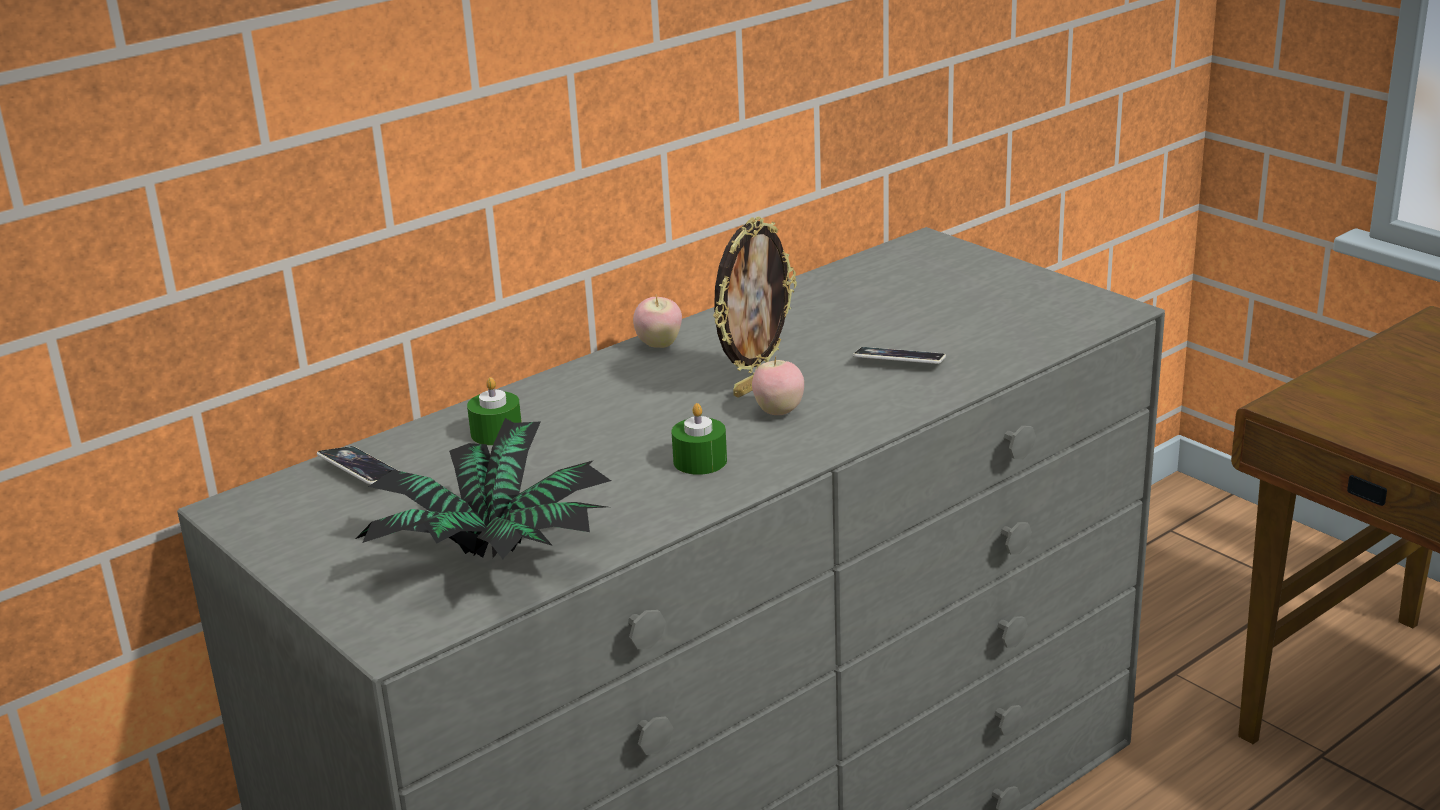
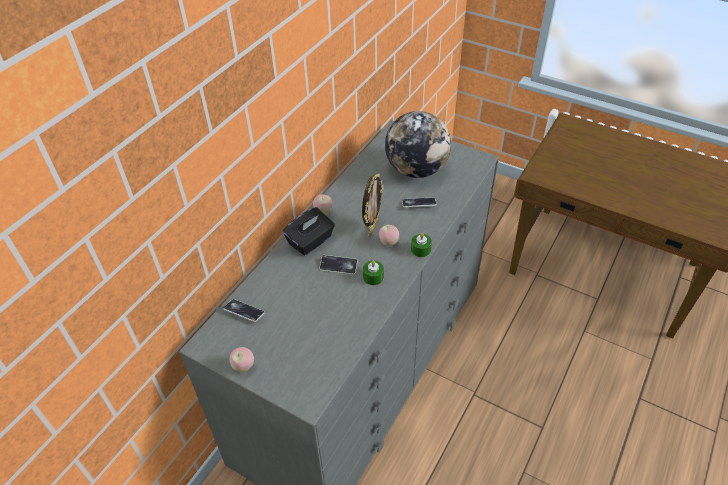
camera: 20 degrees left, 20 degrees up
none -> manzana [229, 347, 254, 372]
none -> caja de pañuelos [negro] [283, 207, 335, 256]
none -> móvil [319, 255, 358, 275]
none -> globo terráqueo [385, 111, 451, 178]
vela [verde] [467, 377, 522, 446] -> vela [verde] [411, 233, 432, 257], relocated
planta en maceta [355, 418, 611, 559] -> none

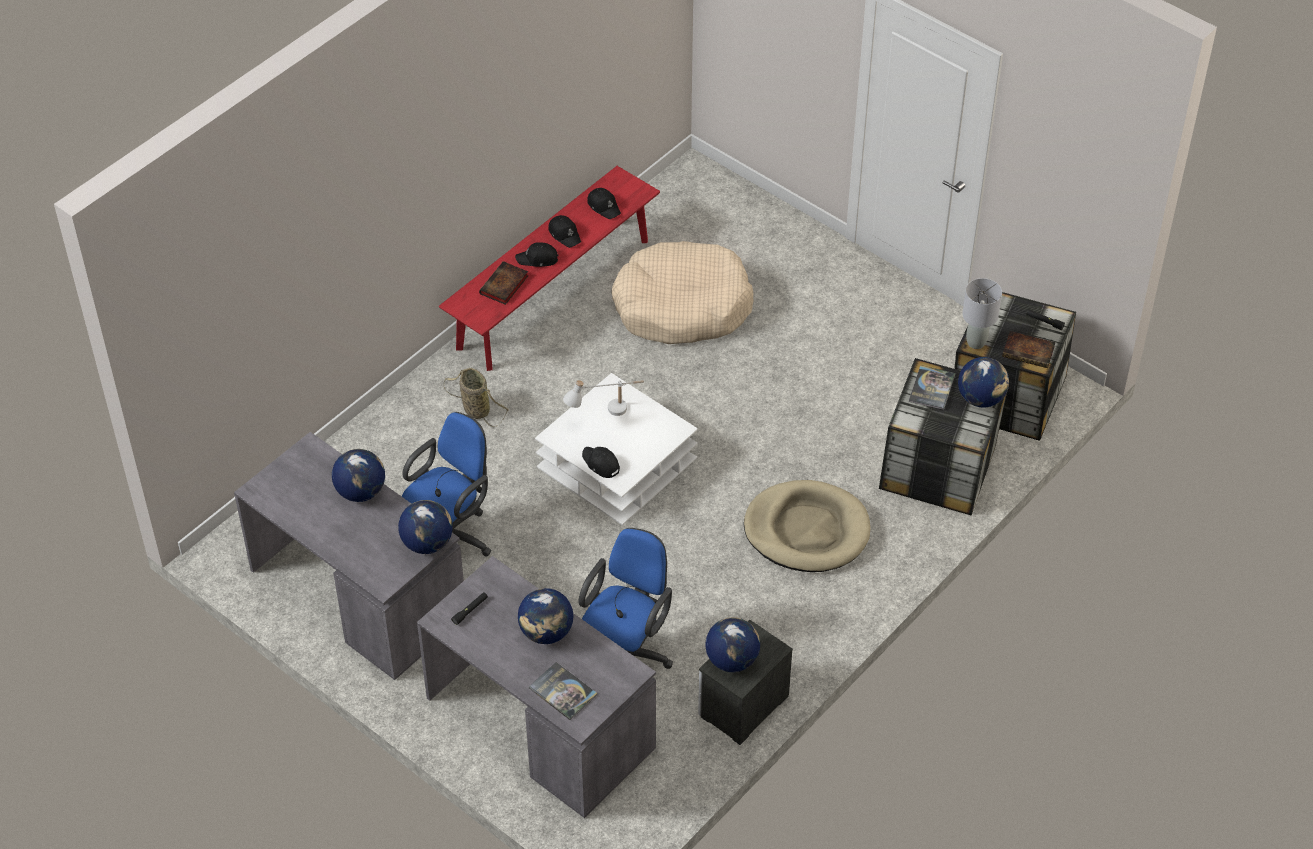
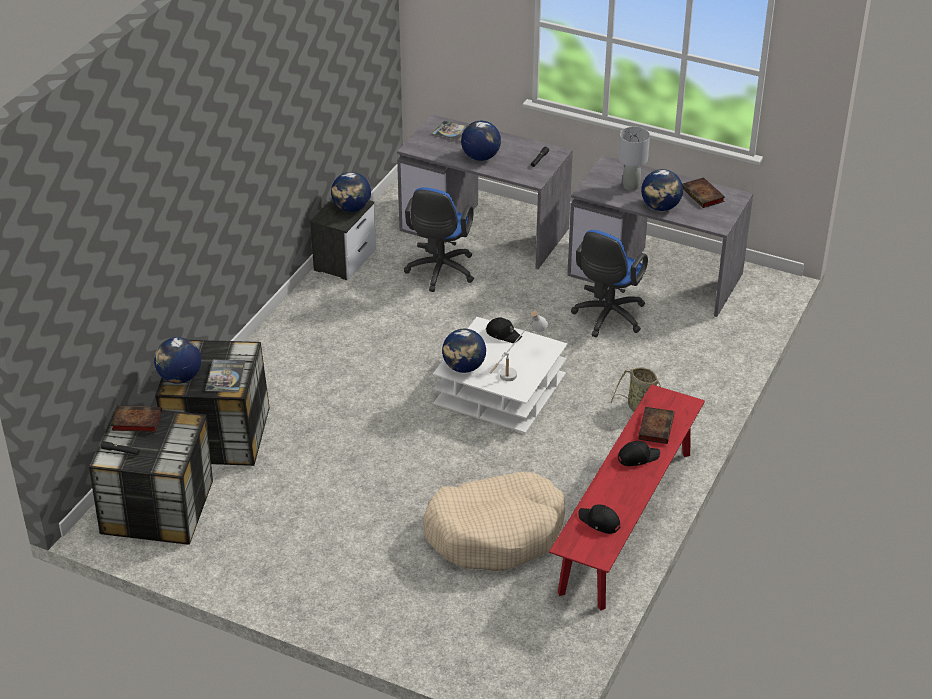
camera: 165 degrees right, 10 degrees down
globo terráqueo [398, 500, 453, 554] -> globo terráqueo [442, 329, 486, 373], relocated
lámpara de mesa [gris] [962, 278, 1002, 349] -> lámpara de mesa [gris] [618, 127, 650, 191], relocated
none -> libro [682, 177, 725, 208]
gorra [negro] [548, 215, 581, 248] -> none
cama para perro [beis] [744, 480, 870, 572] -> none

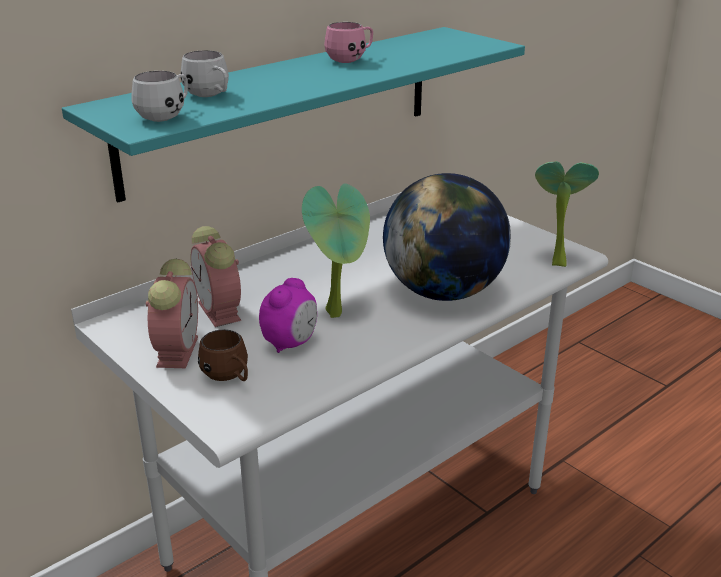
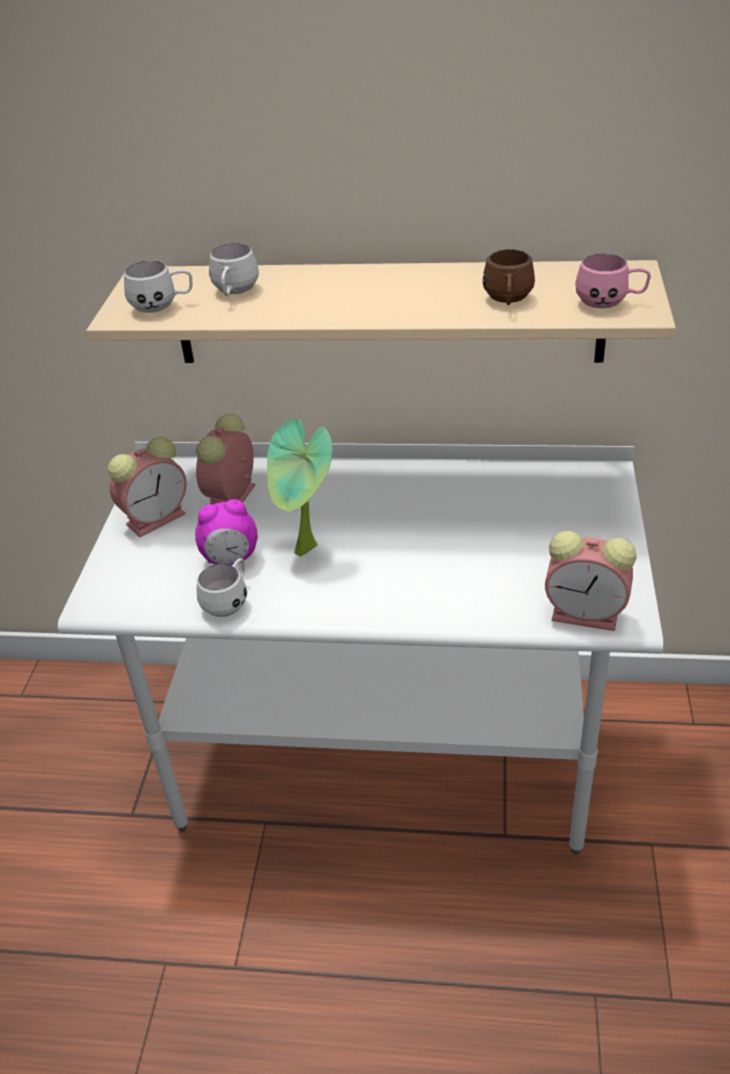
camera: 50 degrees right, 10 degrees up
estante [turquesa] [62, 27, 525, 202] -> estante [beis] [86, 260, 676, 363]
none -> taza grande [blanco] [197, 558, 247, 617]
taza grande [marrón] [198, 329, 248, 381] -> taza grande [marrón] [483, 249, 535, 305], relocated
planta en maceta [535, 161, 599, 267] -> despertador [545, 531, 636, 631]
taza grande [rosa] [324, 22, 373, 63] -> taza grande [rosa] [575, 253, 651, 308], relocated
globo terráqueo [383, 173, 511, 301] -> none

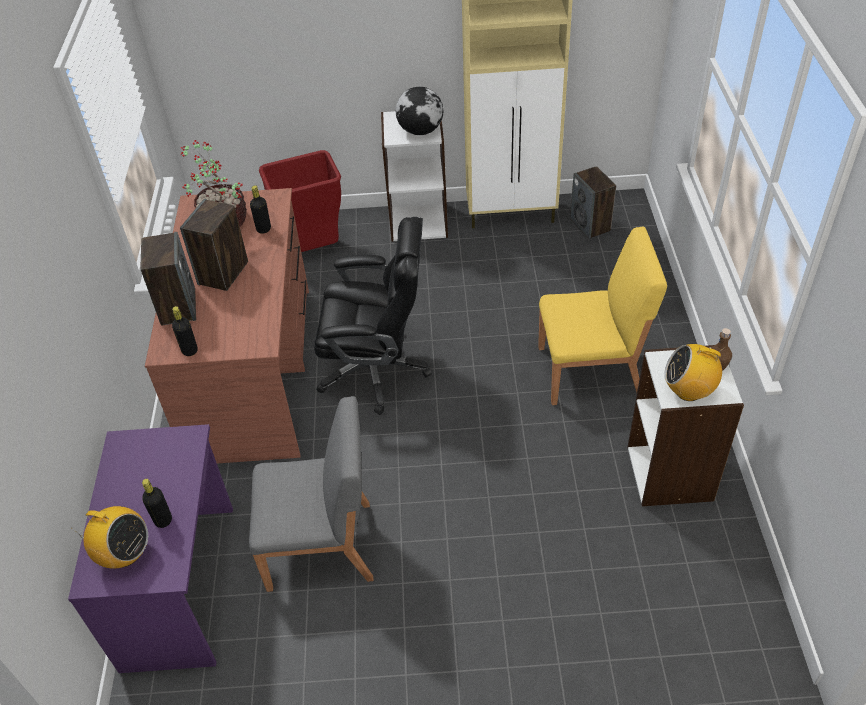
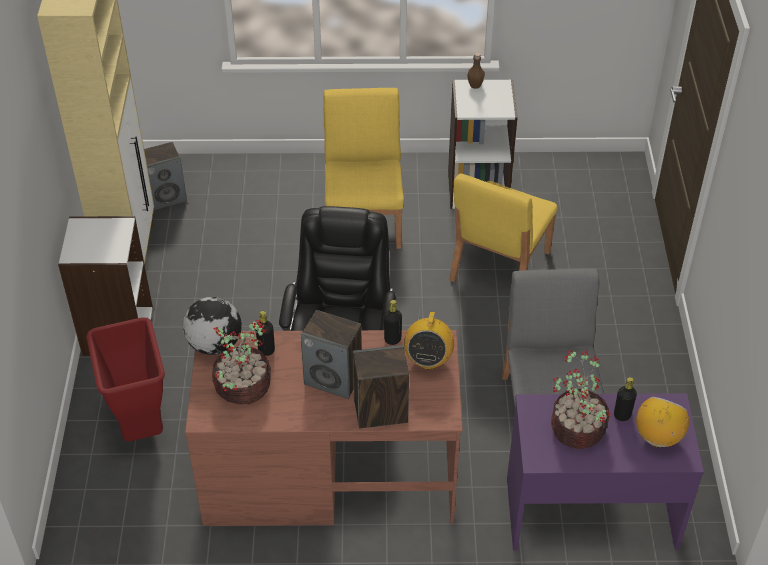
camera: 90 degrees left, 0 degrees up
globo terráqueo [396, 87, 443, 135] -> globo terráqueo [183, 297, 242, 355], relocated
botella [negro] [172, 306, 198, 356] -> botella [negro] [384, 300, 402, 345], relocated
radio [664, 344, 726, 401] -> radio [404, 308, 454, 370], relocated
none -> silla [amarillo] [450, 173, 557, 282]
none -> planta en maceta [551, 351, 611, 449]

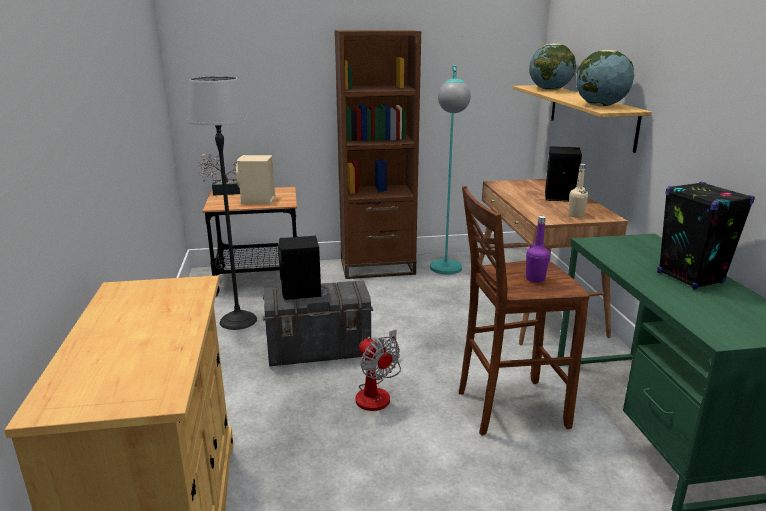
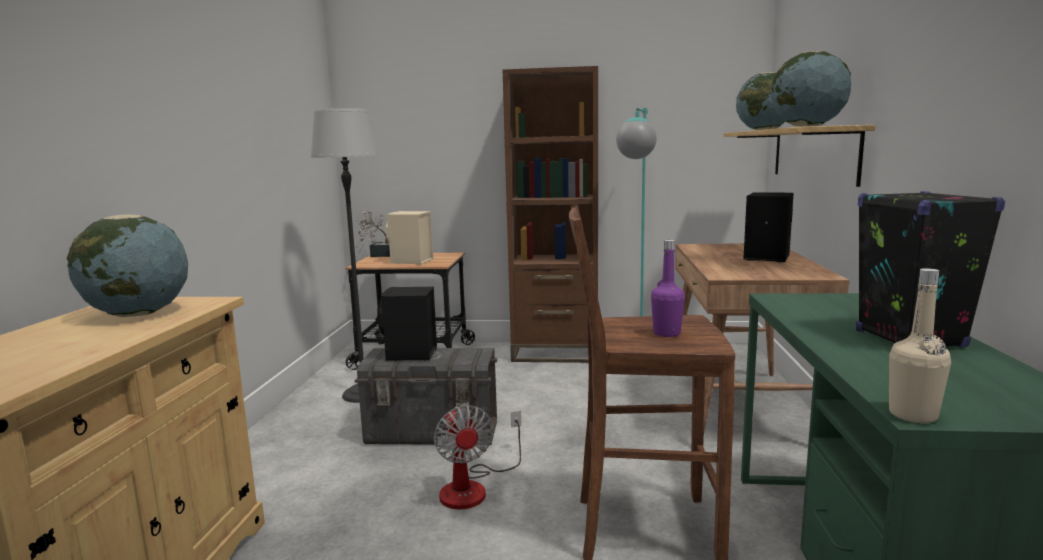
camera: 15 degrees right, 10 degrees down
none -> globo terráqueo [67, 214, 188, 317]
botella [beis] [569, 164, 588, 218] -> botella [beis] [889, 268, 951, 423], relocated

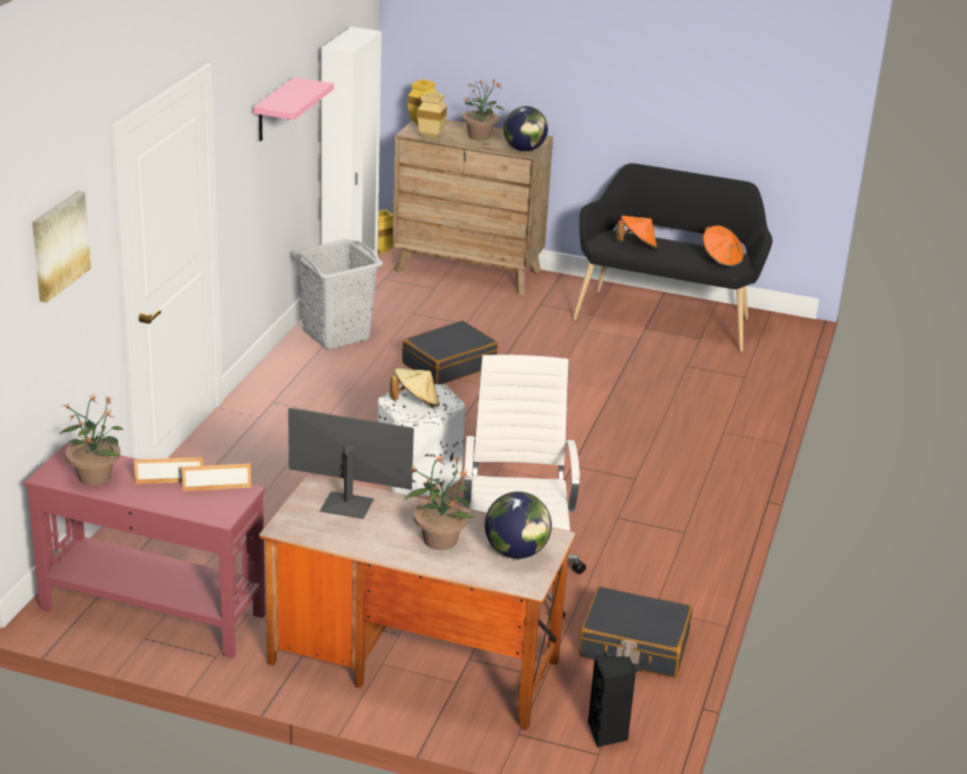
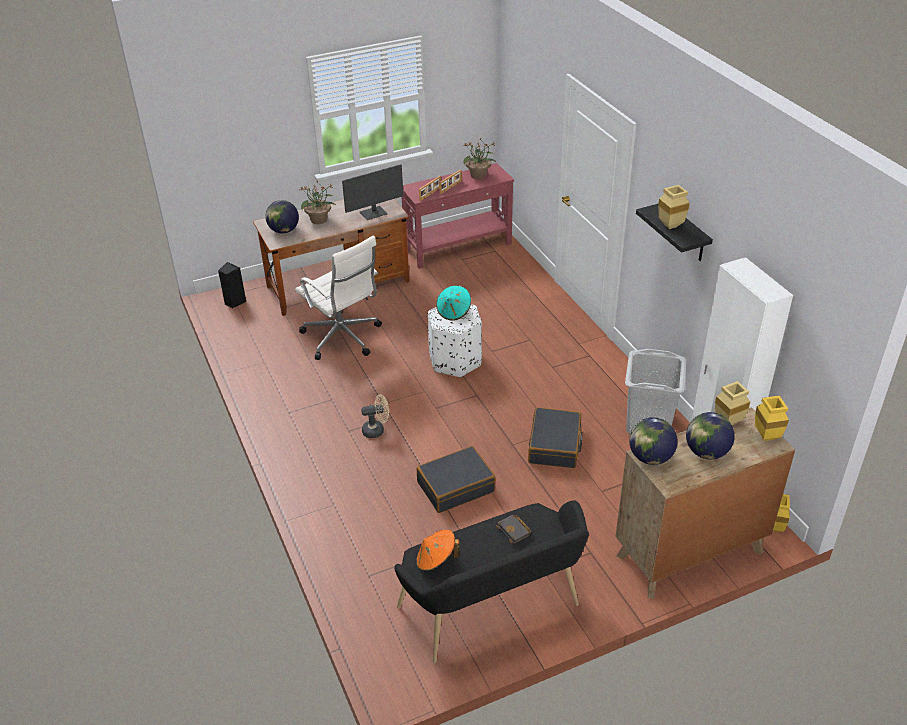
camera: 140 degrees right, 10 degrees up
none -> ventilador [beis] [361, 394, 389, 438]
maleta [negro] [579, 586, 693, 678] -> maleta [negro] [417, 446, 496, 513], relocated
sombrero [beis] [390, 368, 440, 407] -> sombrero [turquesa] [436, 285, 471, 321]
sombrero [naranja] [616, 215, 657, 249] -> libro [negro] [496, 515, 532, 544]
estante [rosa] [253, 77, 334, 141] -> estante [negro] [636, 203, 713, 261]
none -> florero [beis] [658, 185, 690, 229]
planta en maceta [462, 79, 504, 141] -> globo terráqueo [686, 412, 735, 459]
cuadro [32, 191, 91, 303] -> none

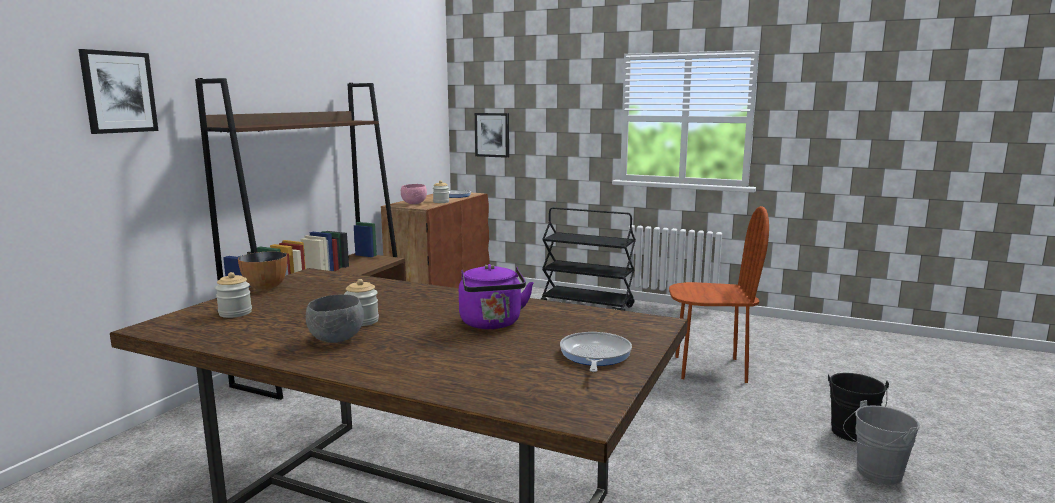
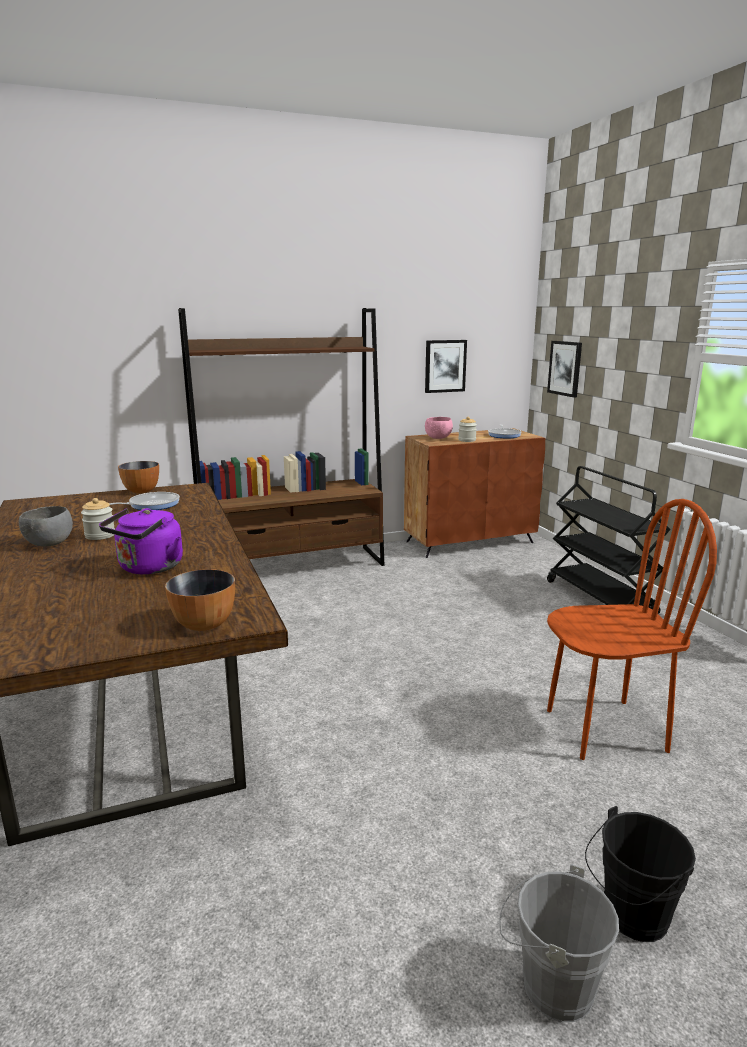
camera: 45 degrees right, 5 degrees up
sartén [560, 332, 632, 372] -> sartén [109, 492, 180, 510], relocated
none -> cuenco [165, 569, 235, 631]
cuadro [79, 49, 159, 134] -> cuadro [425, 340, 467, 393], relocated
silla [marrón] [669, 206, 769, 383] -> silla [marrón] [547, 499, 717, 760], 60 degrees counterclockwise
tarro [215, 272, 252, 318] -> none

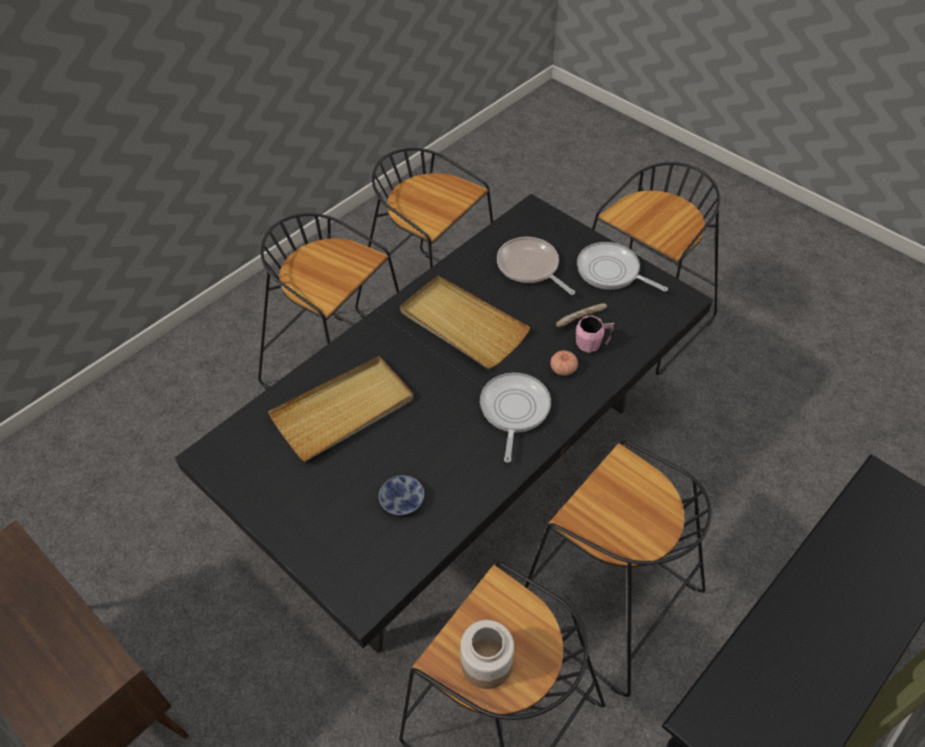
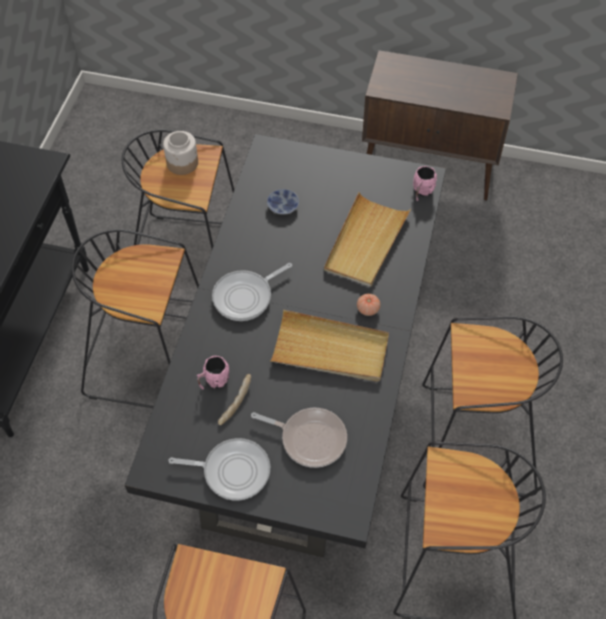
camera: 150 degrees right, 5 degrees up
sartén [480, 373, 551, 463] -> sartén [212, 263, 292, 321], 75 degrees clockwise
tomate [550, 351, 578, 376] -> tomate [357, 294, 381, 316], relocated
none -> taza grande [rosa] [413, 166, 437, 201]

